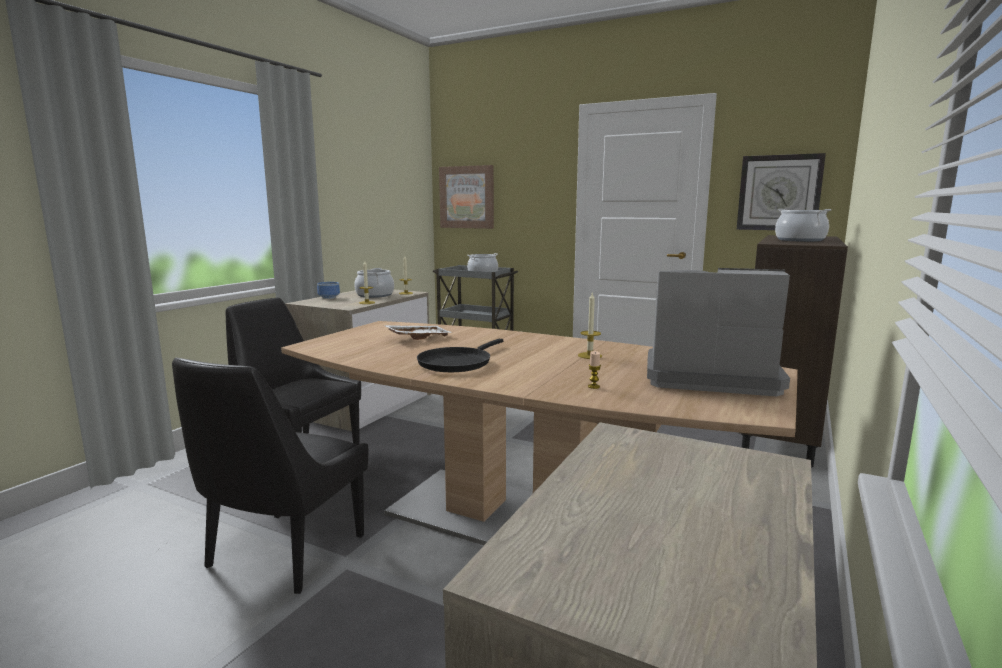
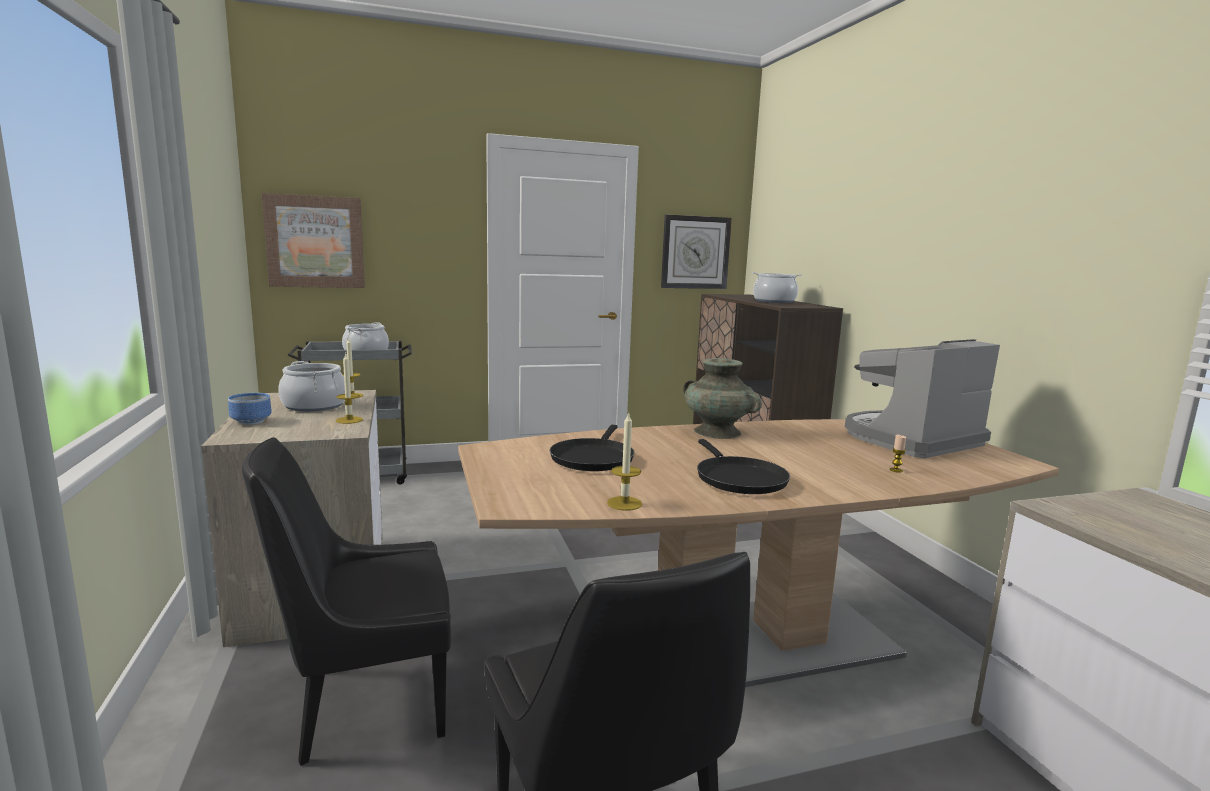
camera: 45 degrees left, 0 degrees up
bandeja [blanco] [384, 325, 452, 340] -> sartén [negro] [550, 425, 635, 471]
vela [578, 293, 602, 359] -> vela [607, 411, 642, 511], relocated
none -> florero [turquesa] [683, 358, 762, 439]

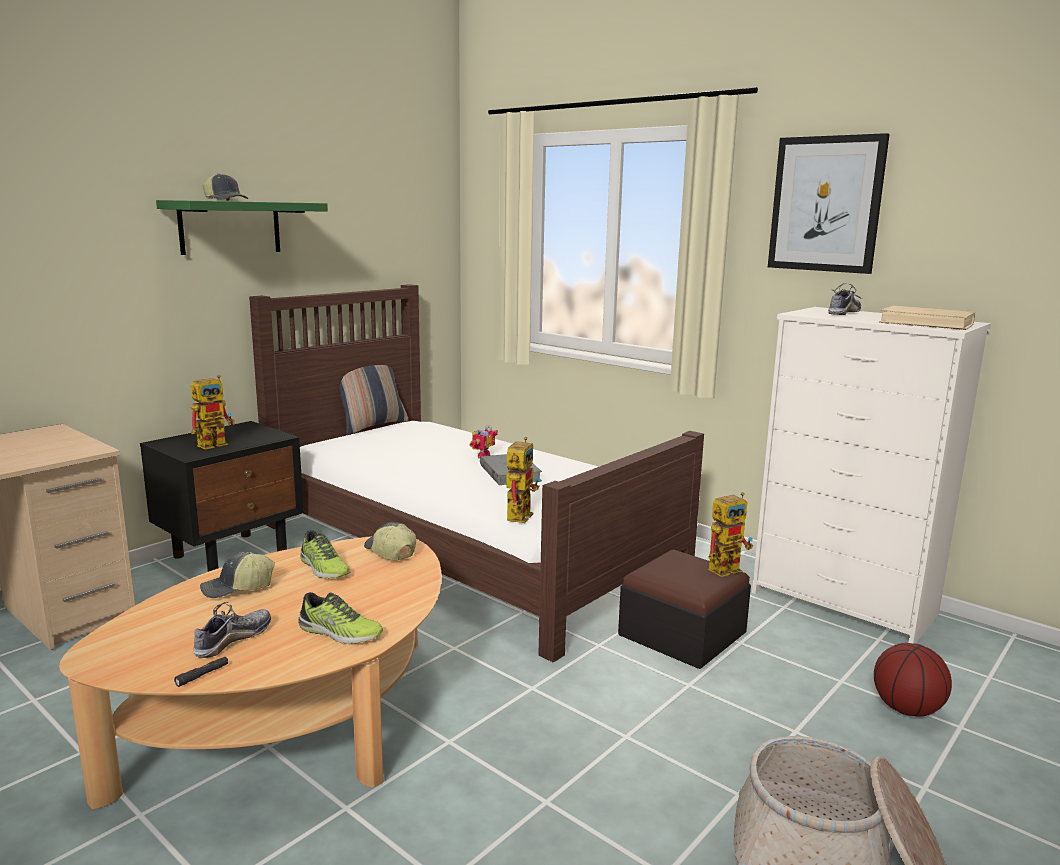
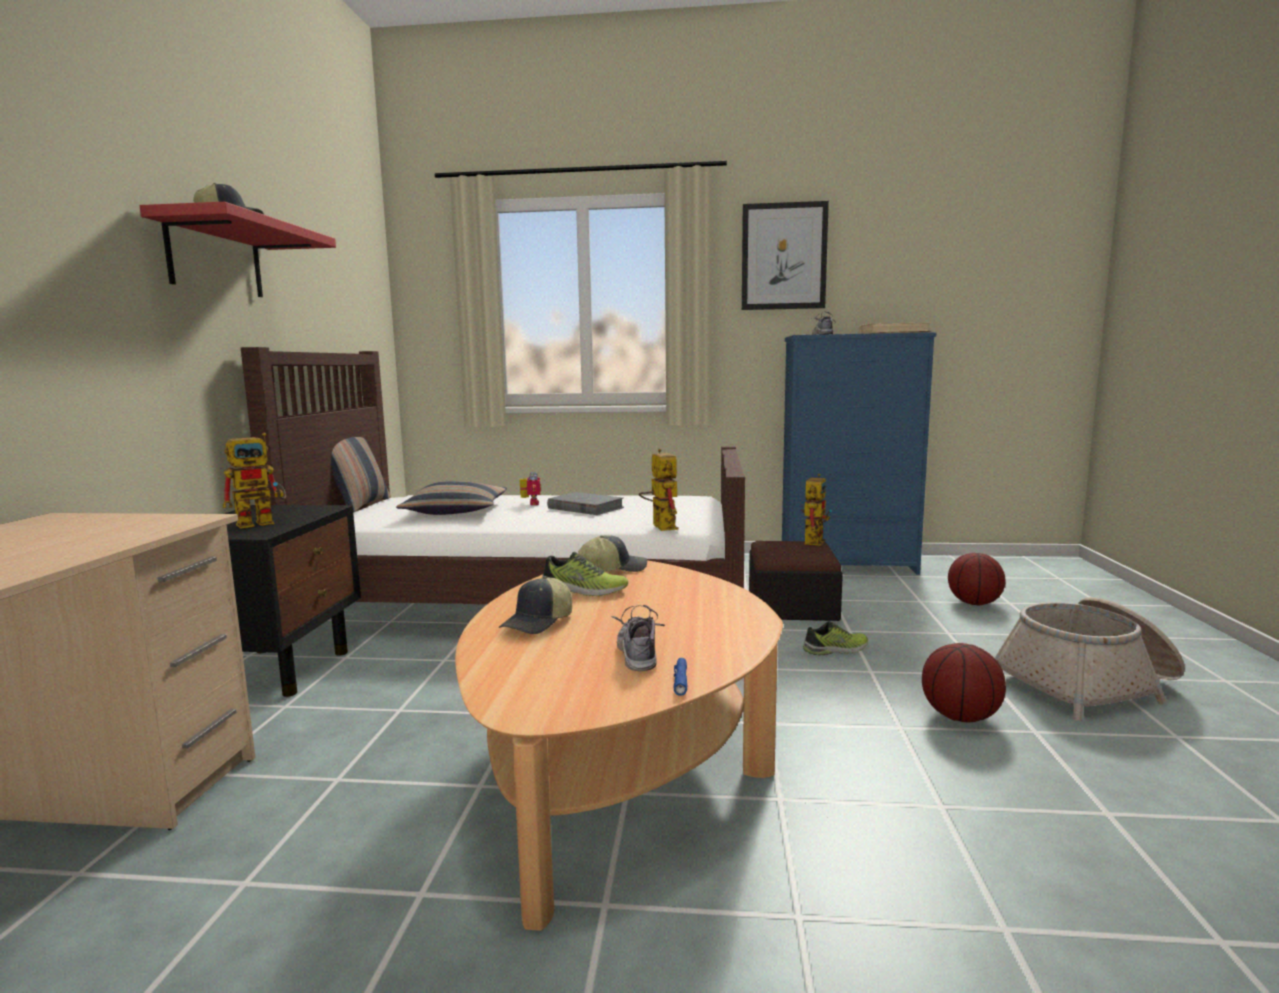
camera: 35 degrees left, 5 degrees down
estante [verde] [156, 200, 328, 255] -> estante [rojo] [140, 202, 336, 297]
robot de juguete [191, 375, 235, 450] -> robot de juguete [223, 433, 286, 529], 45 degrees clockwise
none -> cojín [396, 481, 507, 515]
gorra [364, 522, 416, 561] -> gorra [578, 535, 647, 572], 150 degrees clockwise
linterna [negro] [174, 657, 228, 687] -> linterna [azul] [674, 658, 687, 696]
cómoda [blanco] [752, 307, 991, 644] -> cómoda [azul] [782, 332, 936, 575]
zapato [298, 592, 383, 644] -> zapato [803, 621, 868, 655], relocated
none -> balón de baloncesto [922, 643, 1006, 722]

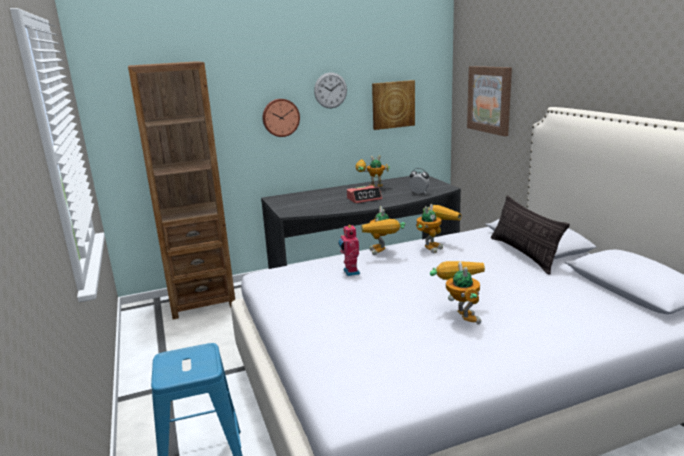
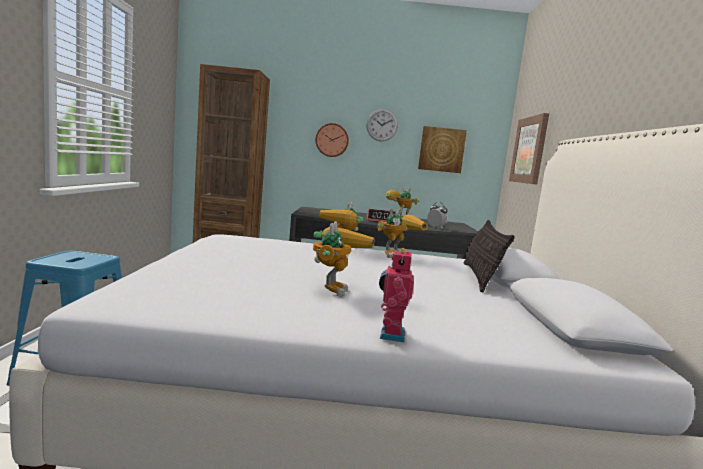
camera: 20 degrees right, 10 degrees down
robot de juguete [338, 225, 360, 276] -> robot de juguete [379, 248, 414, 343], relocated

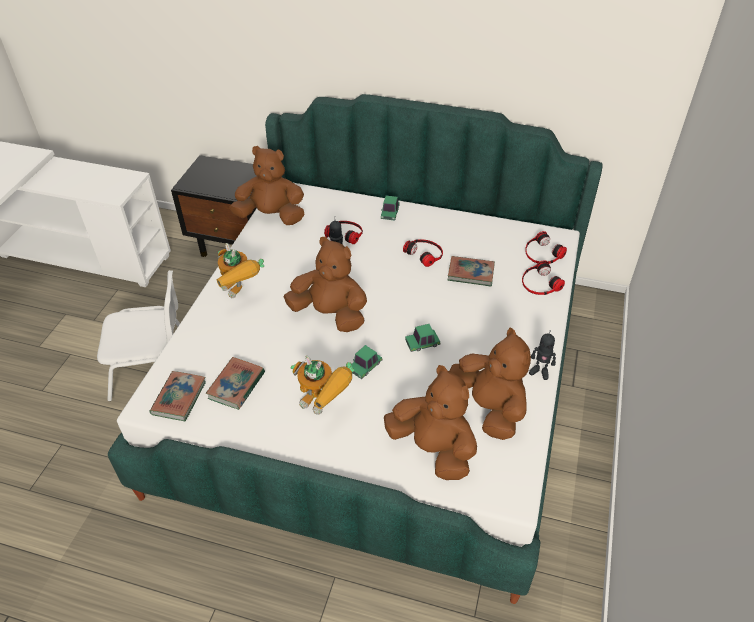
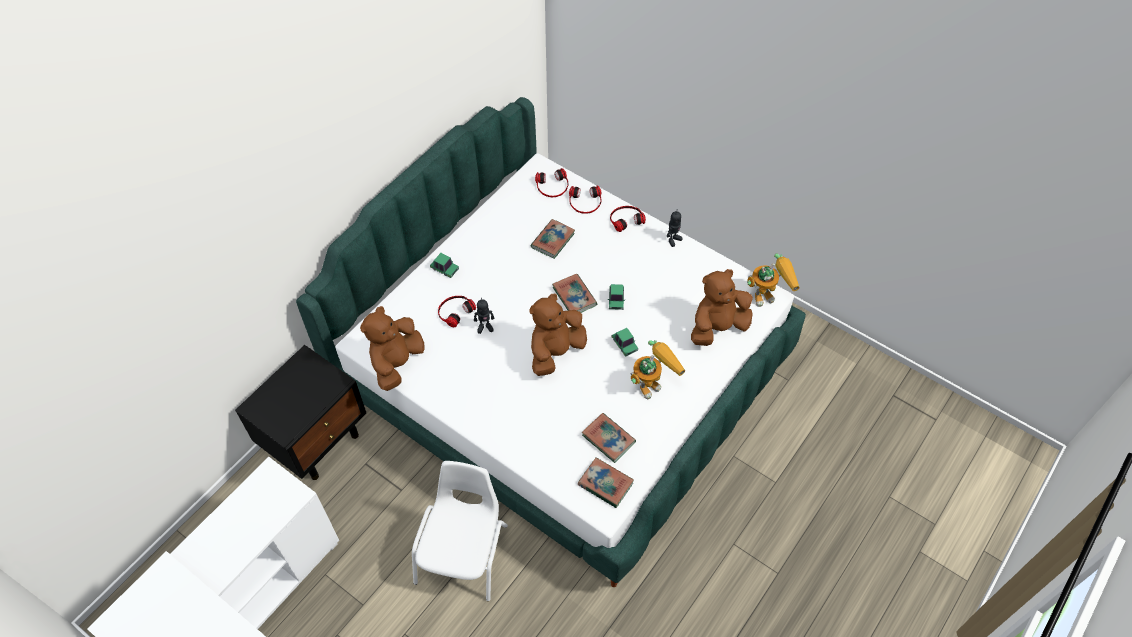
camera: 70 degrees left, 10 degrees up
none -> libro [552, 274, 597, 313]
auriculares [403, 239, 443, 267] -> auriculares [610, 206, 646, 232], relocated
robot de juguete [217, 243, 264, 298] -> robot de juguete [747, 254, 800, 307], relocated
peluche [marrón] [449, 328, 531, 440] -> none

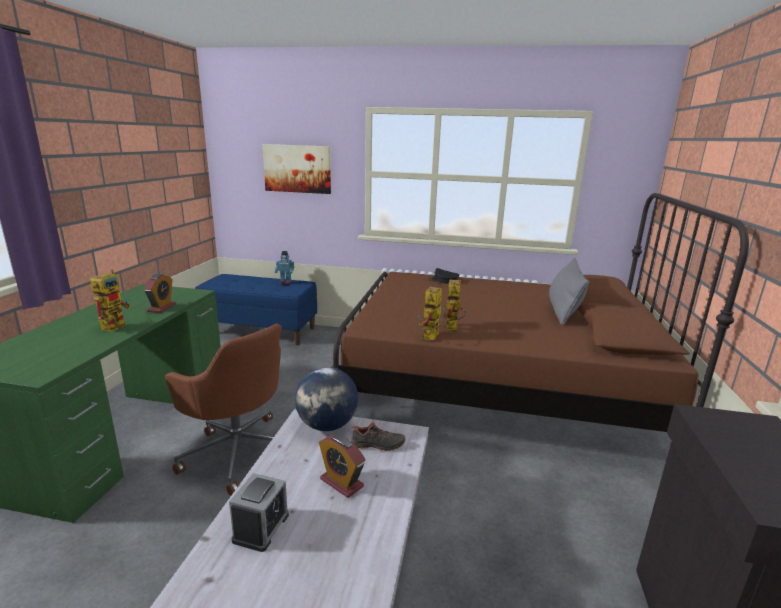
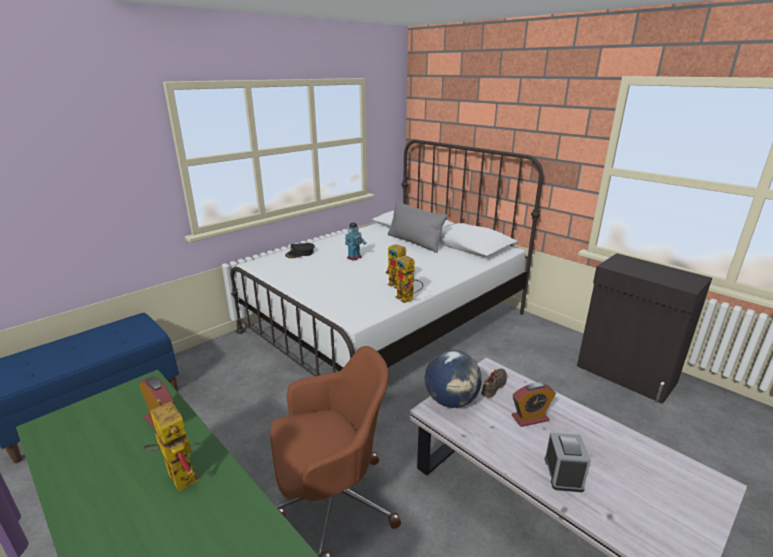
camera: 55 degrees left, 5 degrees up
cama [marrón] [331, 193, 749, 432] -> cama [blanco] [230, 139, 543, 376]
robot de juguete [275, 251, 294, 284] -> robot de juguete [345, 223, 366, 261], relocated
despertador [229, 473, 289, 552] -> despertador [545, 433, 591, 492], 45 degrees clockwise
cuadro [263, 144, 331, 194] -> none

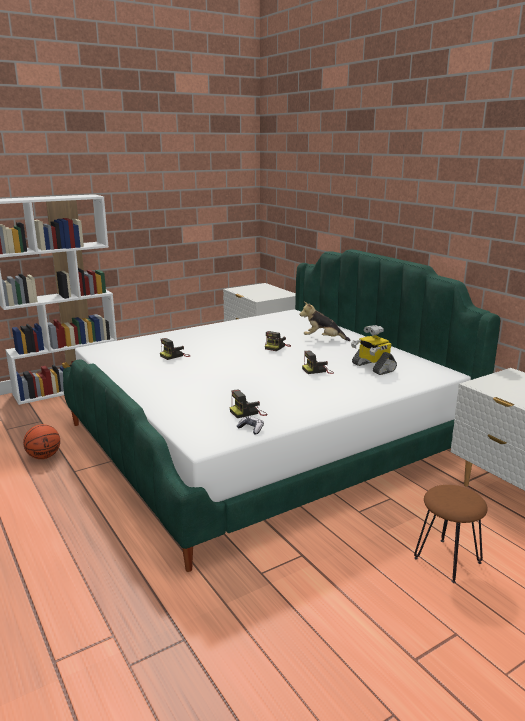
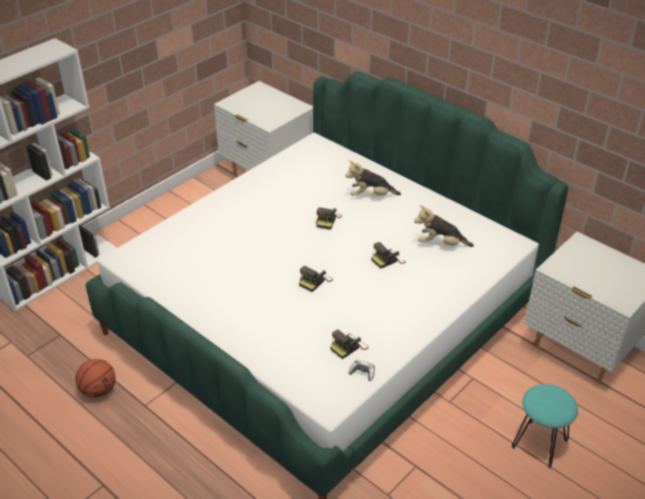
camera: 15 degrees left, 20 degrees up
cámara [160, 338, 190, 360] -> cámara [299, 266, 333, 292], relocated
robot de juguete [351, 325, 397, 375] -> peluche [414, 205, 474, 247]
taburete [marrón] [414, 485, 488, 583] -> taburete [turquesa] [512, 384, 578, 468]

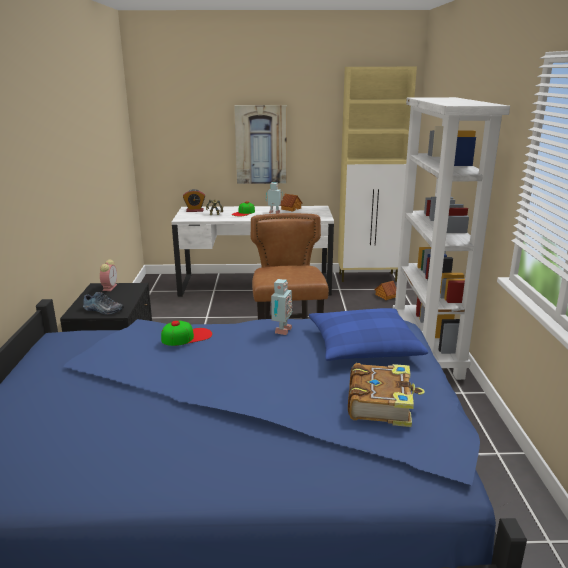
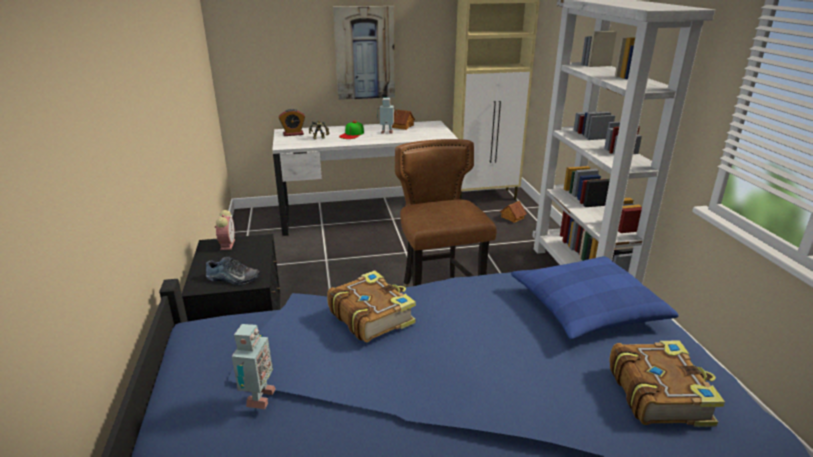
camera: 10 degrees left, 5 degrees up
robot de juguete [271, 279, 293, 335] -> robot de juguete [232, 324, 276, 409], relocated
gorra [161, 321, 212, 346] -> libro [327, 270, 416, 342]

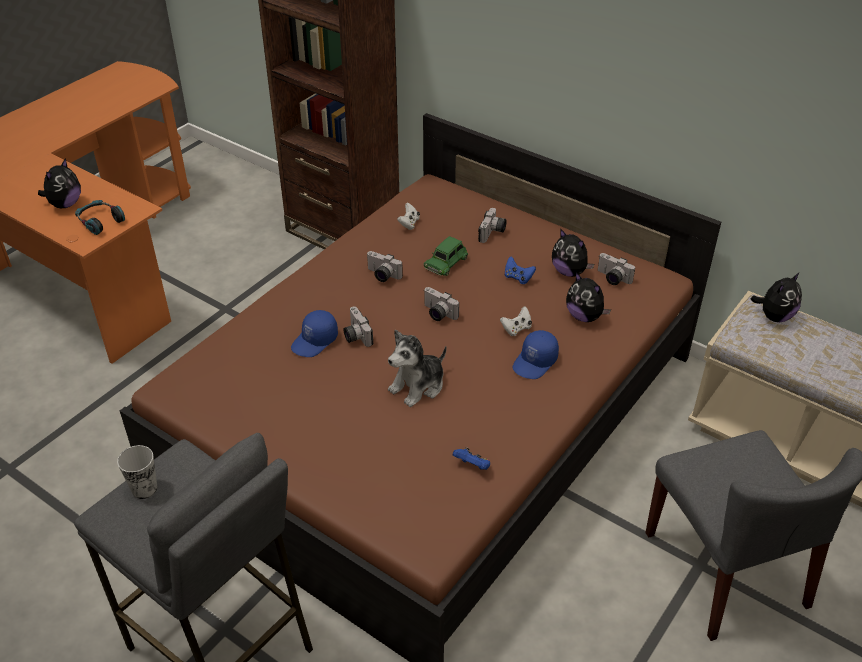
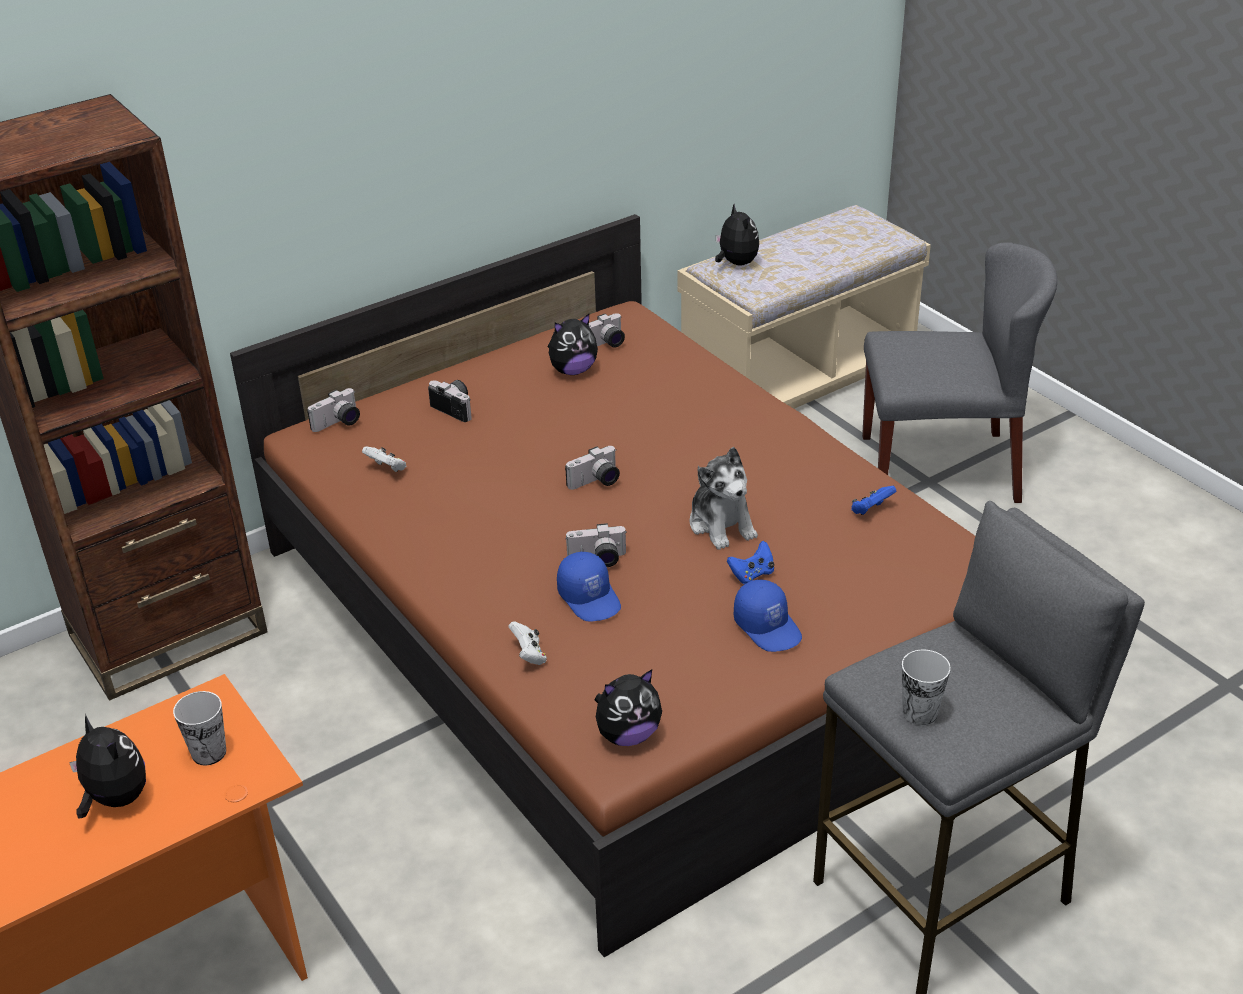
camera: 70 degrees left, 5 degrees down
auriculares [75, 200, 125, 235] -> taza [173, 691, 226, 765]
cámara [366, 251, 403, 282] -> cámara [307, 388, 360, 432], relocated
mando de consola [blanco] [500, 306, 532, 336] -> mando de consola [blanco] [508, 621, 547, 665], relocated
peluche [566, 272, 611, 322] -> peluche [595, 669, 662, 746], relocated
mando de consola [azul] [504, 256, 536, 284] -> mando de consola [azul] [727, 541, 774, 584], relocated
gorra [azul] [513, 330, 559, 379] -> gorra [azul] [734, 579, 802, 652], relocated
coche de juguete [verde] [424, 236, 468, 276] -> none

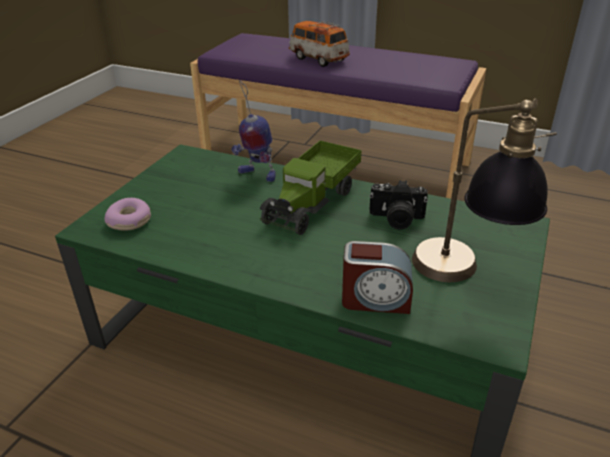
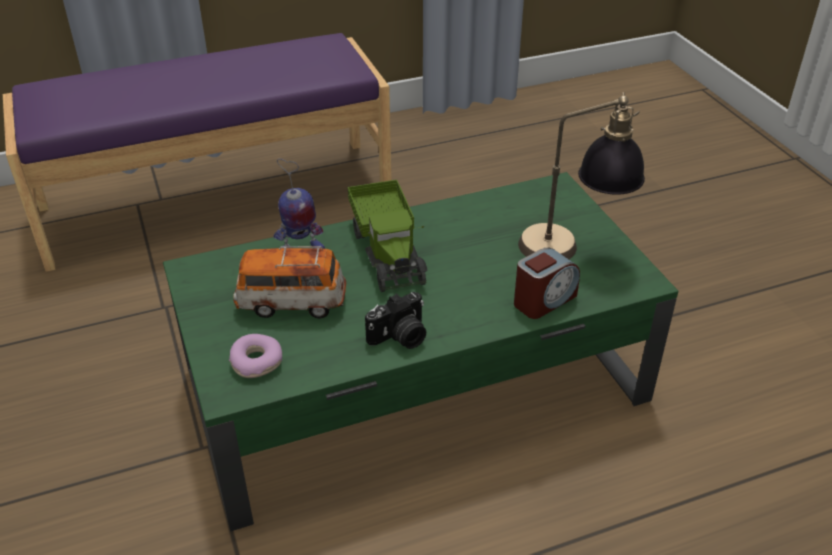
camera: 45 degrees left, 5 degrees up
coche de juguete [289, 21, 350, 67] -> coche de juguete [233, 246, 346, 318], relocated
cámara [369, 180, 428, 230] -> cámara [365, 292, 426, 349], relocated

